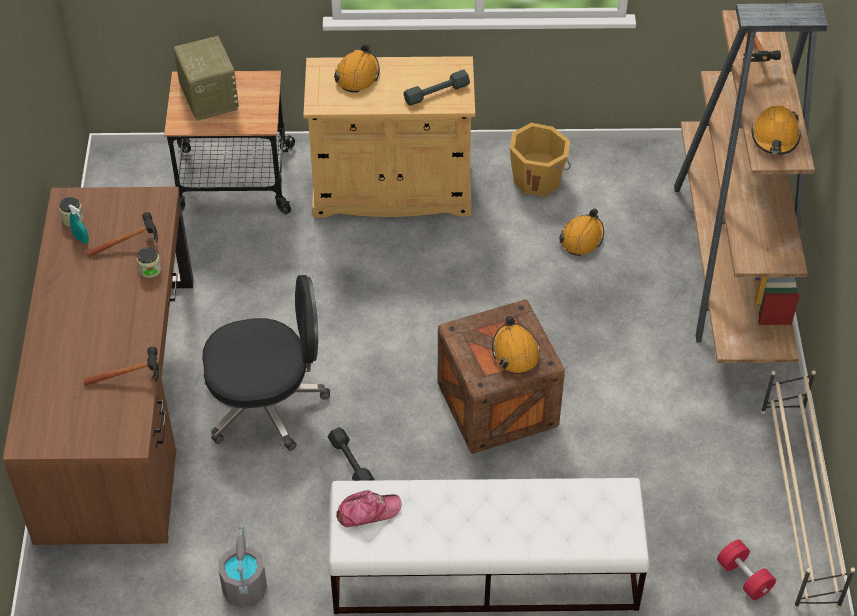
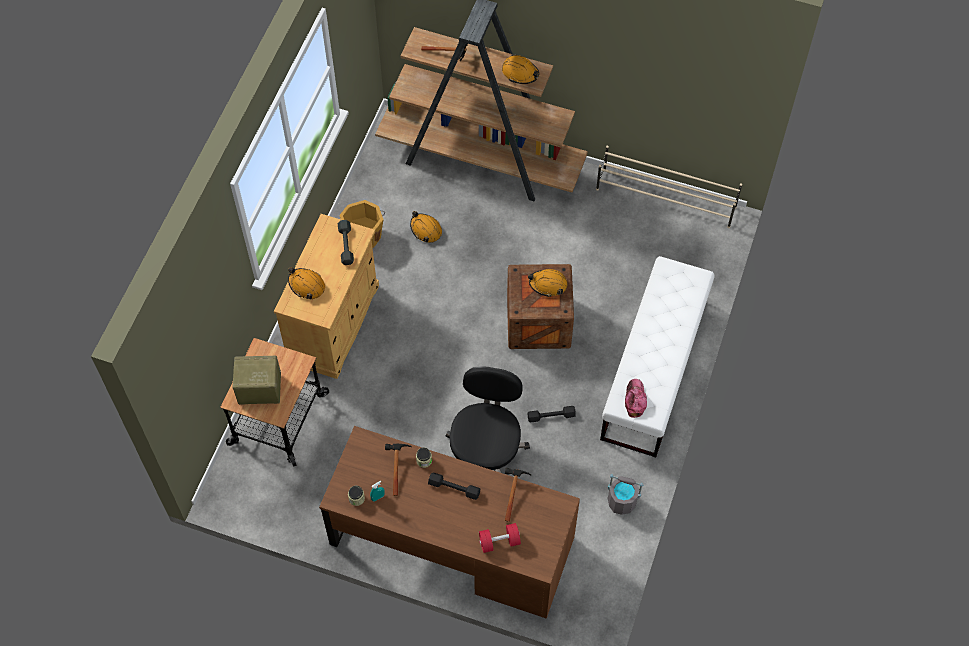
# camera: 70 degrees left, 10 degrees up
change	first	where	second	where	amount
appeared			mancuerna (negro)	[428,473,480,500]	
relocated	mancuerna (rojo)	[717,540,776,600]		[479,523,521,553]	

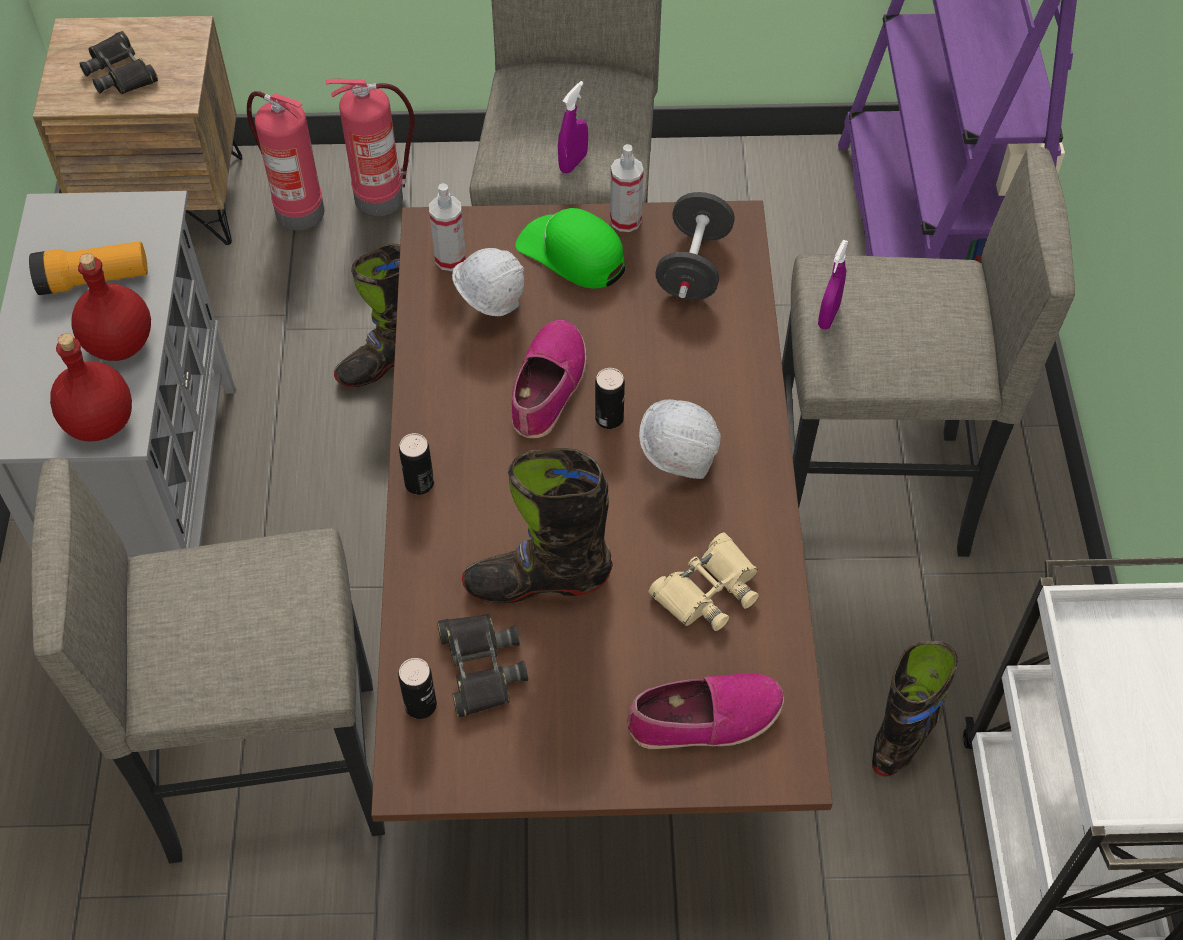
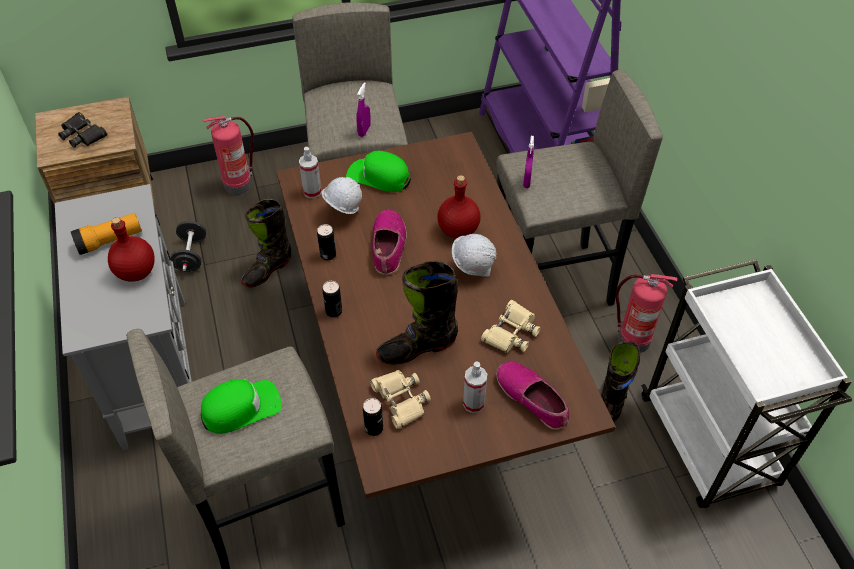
# camera: 15 degrees left, 5 degrees down
change	first	where	second	where	amount
relocated	mancuerna (negro)	[655,192,735,300]		[170,221,206,272]	
appeared			gorra (verde)	[201,379,282,434]	
relocated	lata	[595,368,625,429]		[317,224,336,260]	
colour	prismáticos (negro)	[437,614,528,717]	prismáticos (beis)	[370,370,431,429]	
relocated	botella (rojo)	[50,333,132,441]		[437,175,481,239]	
relocated	pulverizador	[610,144,644,232]		[463,361,488,413]	
spun	zapato	[627,674,784,749]		[496,362,570,430]	105 degrees counterclockwise
relocated	extintor	[247,91,324,230]		[616,274,678,353]	

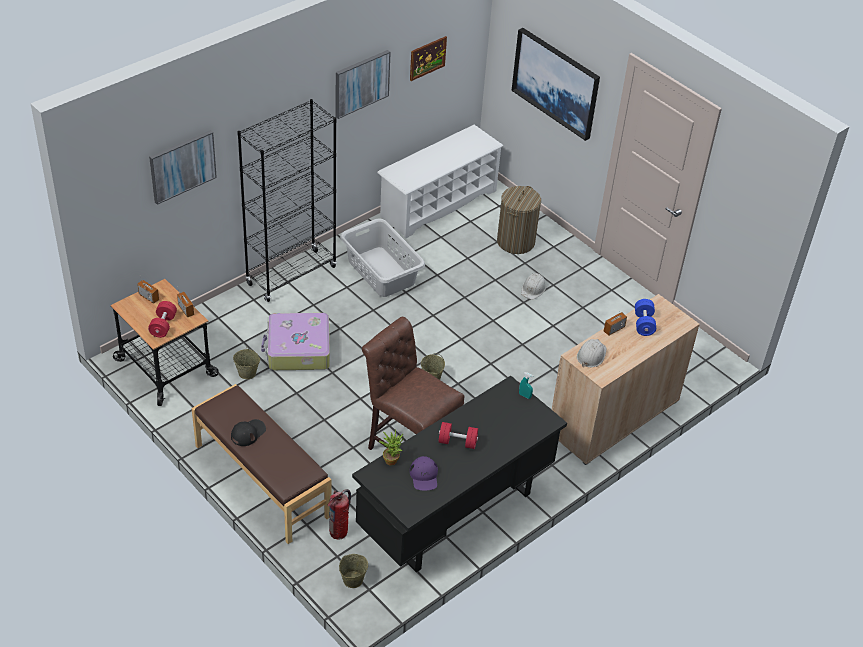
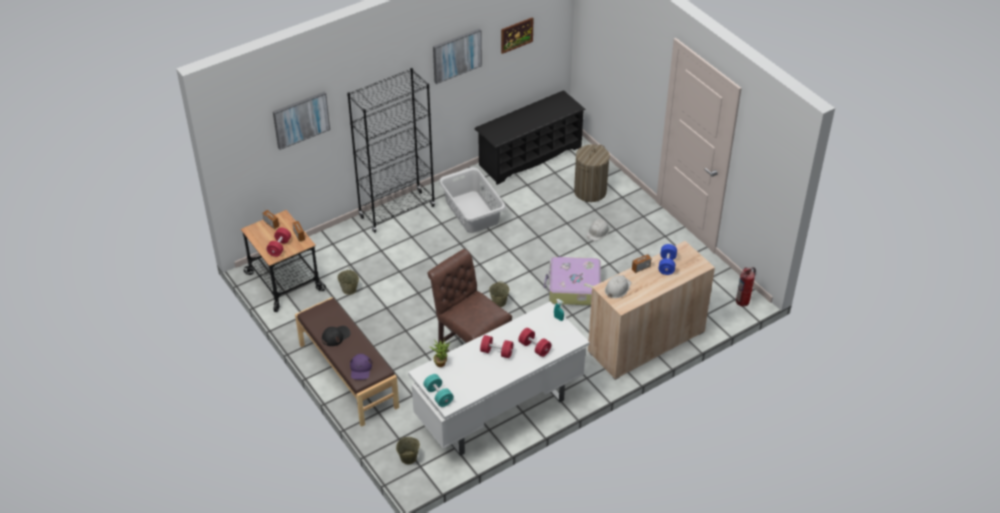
# camera: 10 degrees right, 0 degrees up
change	first	where	second	where	amount
relocated	gorra (morado)	[410,456,438,491]		[350,354,372,380]	
colour	escritorio (negro)	[352,376,567,572]	escritorio (blanco)	[408,302,589,456]	
appeared			mancuerna (turquesa)	[423,374,454,407]	
colour	zapatero (blanco)	[377,125,504,239]	zapatero (negro)	[475,90,586,185]	
appeared			mancuerna (rojo)	[518,328,552,357]	
relocated	maleta	[261,313,330,370]		[544,257,601,305]	
relocated	extintor	[327,489,351,540]		[736,267,756,306]	
missing	cuadro	[511,28,600,141]			

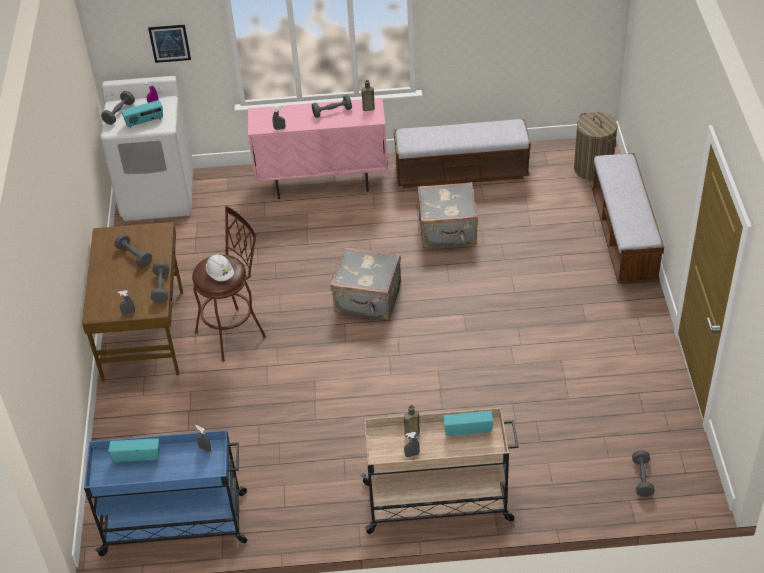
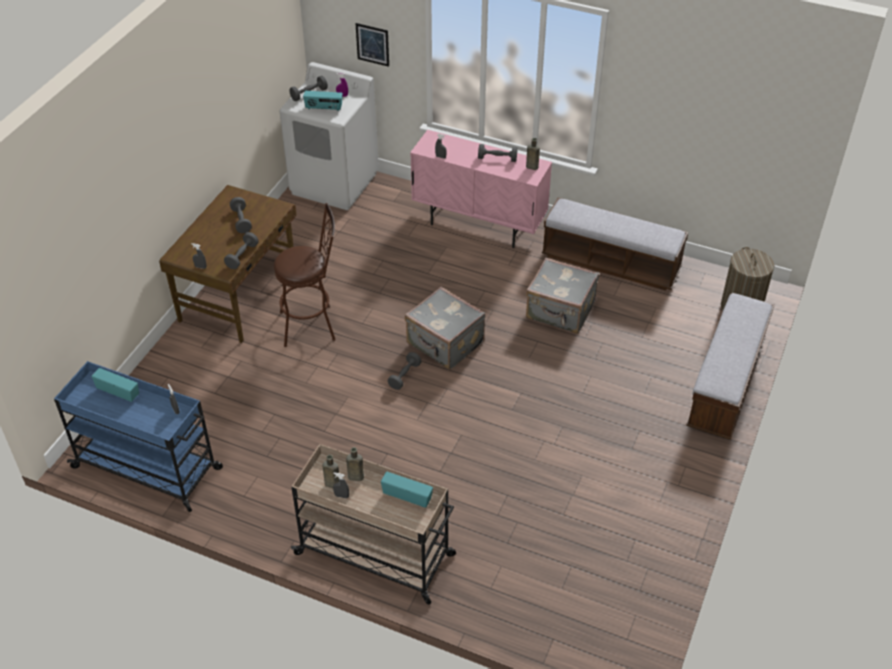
# camera: 25 degrees right, 0 degrees up
change	first	where	second	where	amount
appeared			botella (marrón)	[322,455,339,488]	
relocated	mancuerna (gris)	[632,450,654,497]		[388,352,422,390]	
missing	casco (blanco)	[206,254,234,282]			

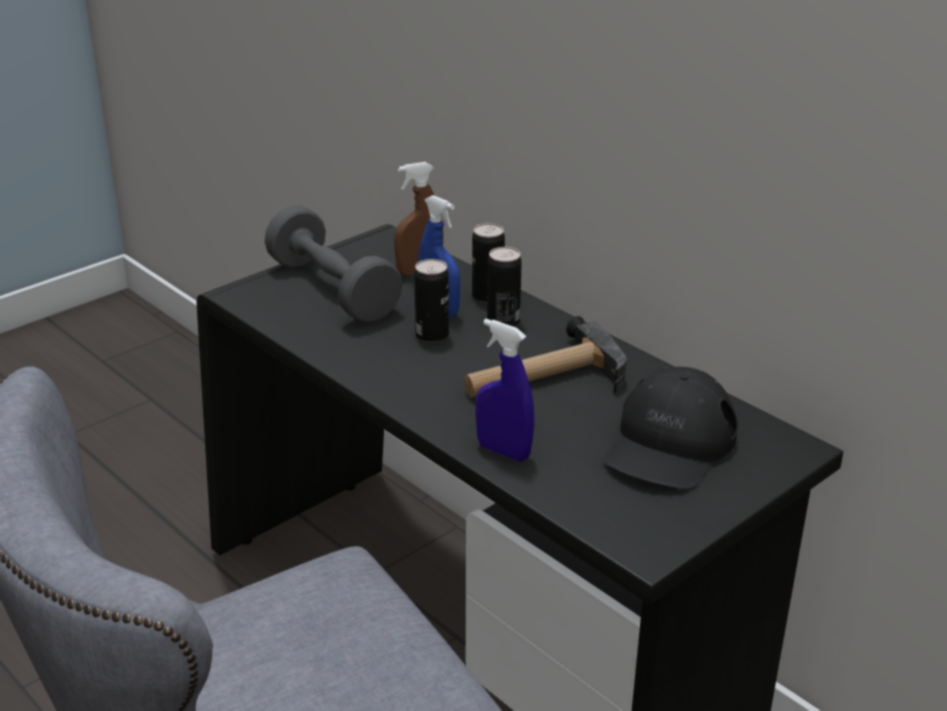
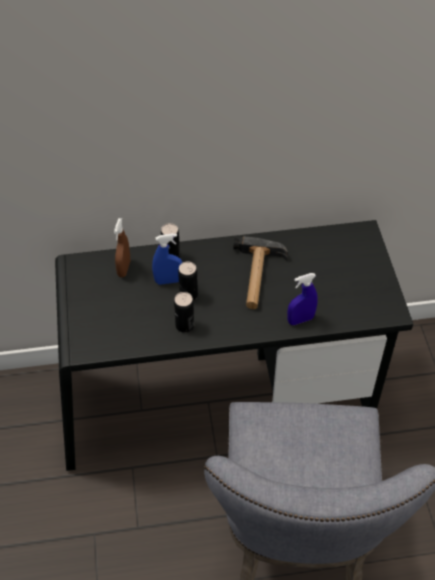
# camera: 55 degrees left, 20 degrees up
change	first	where	second	where	amount
relocated	lata	[487,247,522,327]		[174,292,194,333]	
missing	mancuerna (gris)	[265,205,402,323]			
missing	gorra (negro)	[604,367,738,489]			

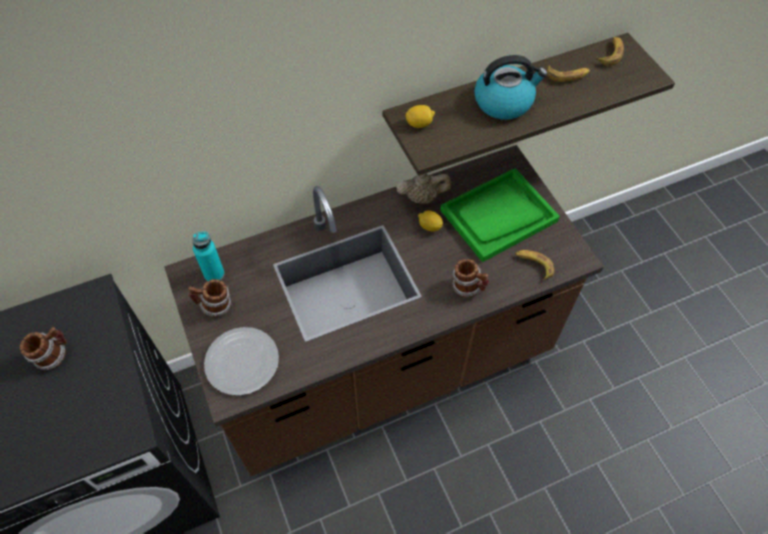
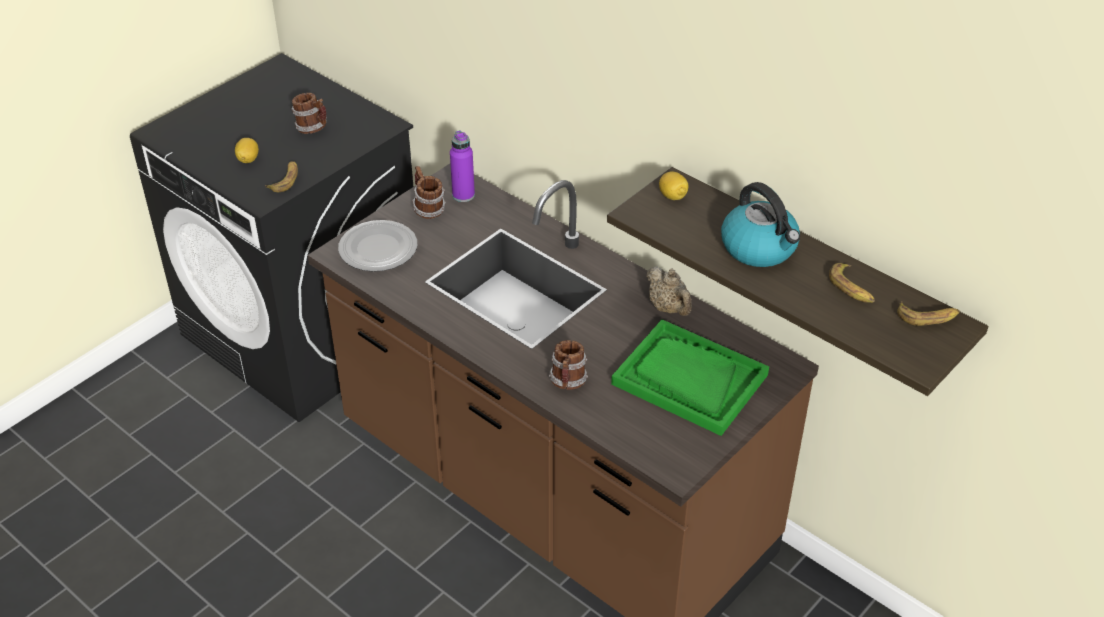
# camera: 65 degrees right, 15 degrees down
change	first	where	second	where	amount
relocated	limón	[418,210,443,232]		[235,138,259,163]	
relocated	plátano	[515,250,555,281]		[265,161,298,192]	
colour	botella (turquesa)	[192,232,225,281]	botella (morado)	[450,130,475,202]	

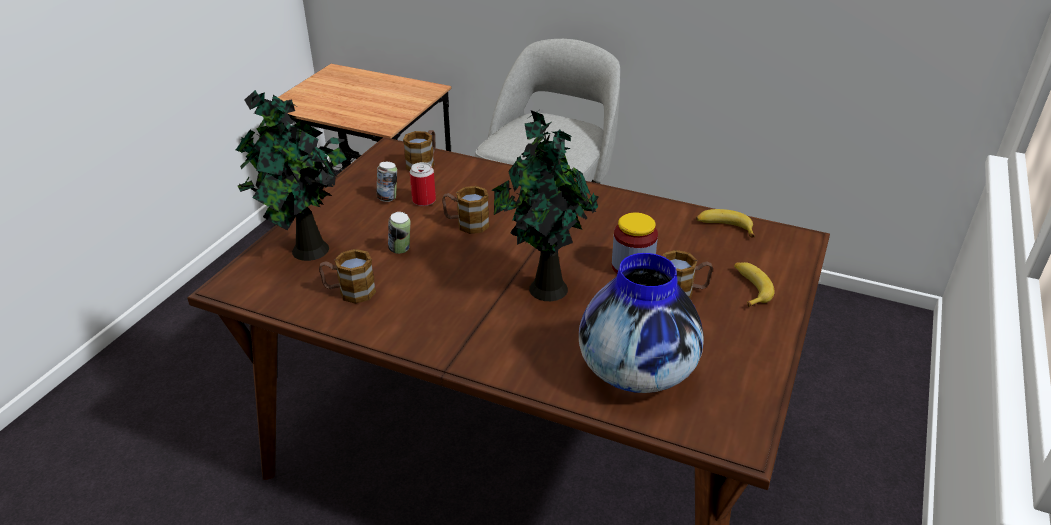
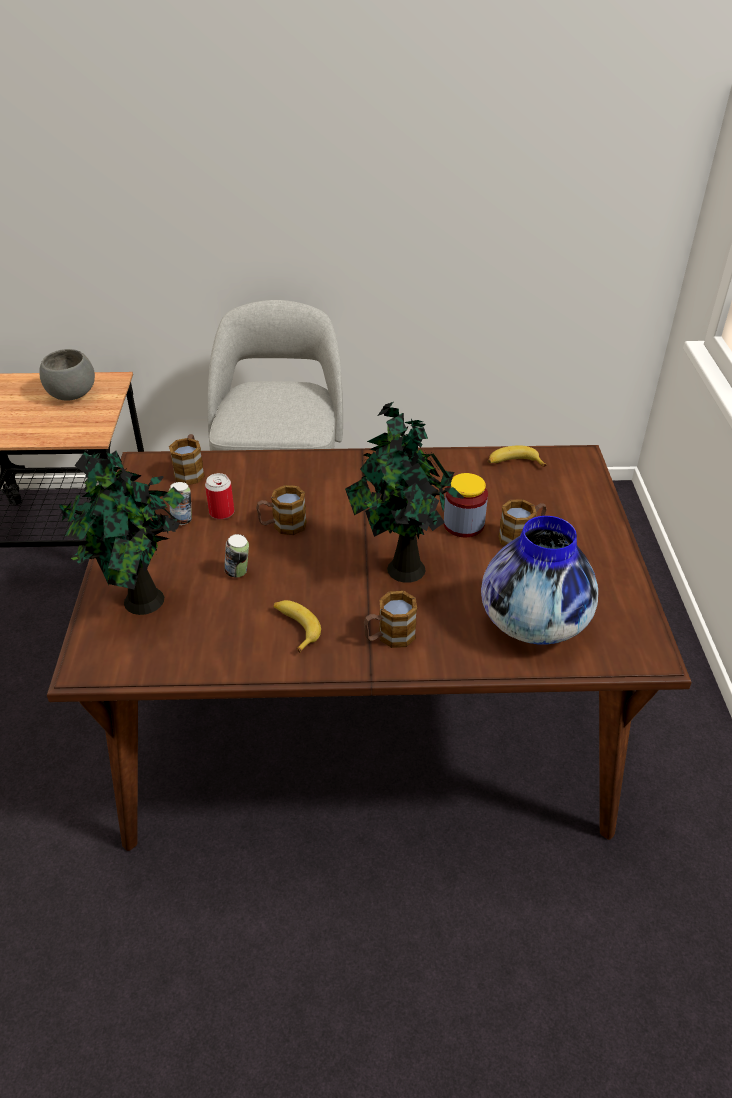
# camera: 25 degrees left, 5 degrees up
change	first	where	second	where	amount
appeared			cuenco (gris)	[39,349,95,401]	
relocated	plátano	[734,262,775,307]		[274,600,321,653]	
relocated	taza grande	[319,249,376,304]		[364,591,417,648]	

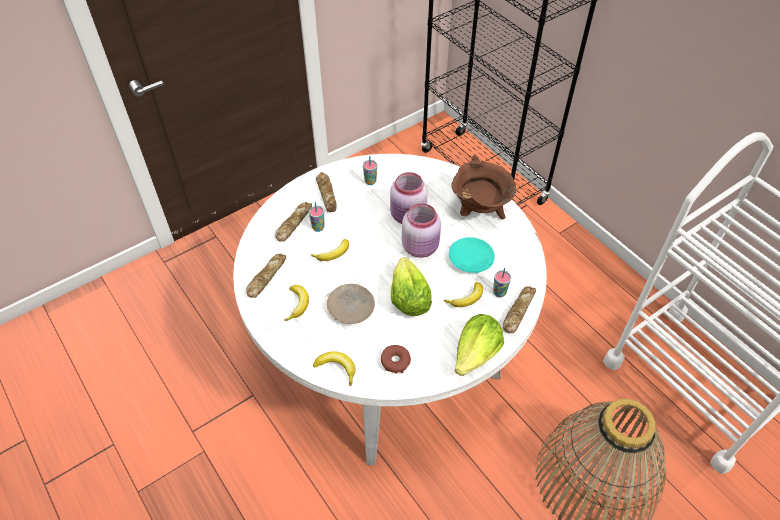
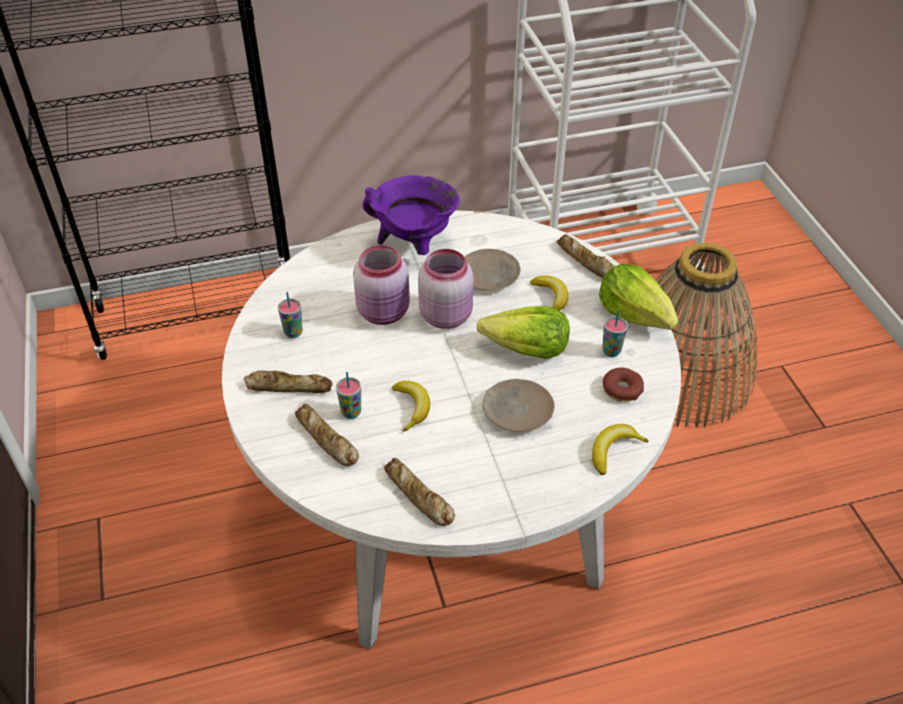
# camera: 70 degrees left, 5 degrees down
change	first	where	second	where	amount
colour	olla (marrón)	[451,155,516,219]	olla (morado)	[363,175,460,255]	
colour	plato (turquesa)	[449,237,495,273]	plato (beis)	[464,249,520,291]	
relocated	taza	[493,268,511,297]		[602,310,628,357]	
missing	plátano	[285,285,309,321]			

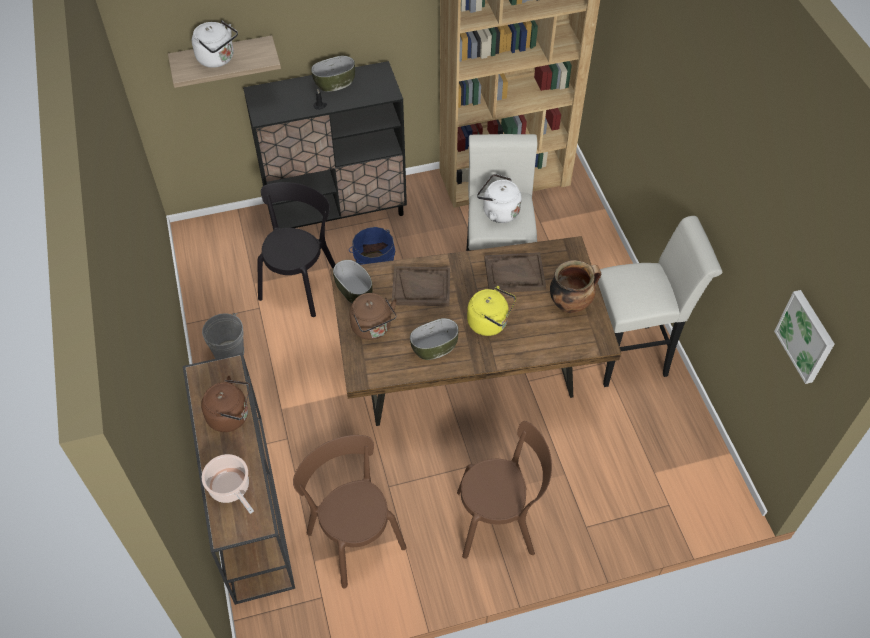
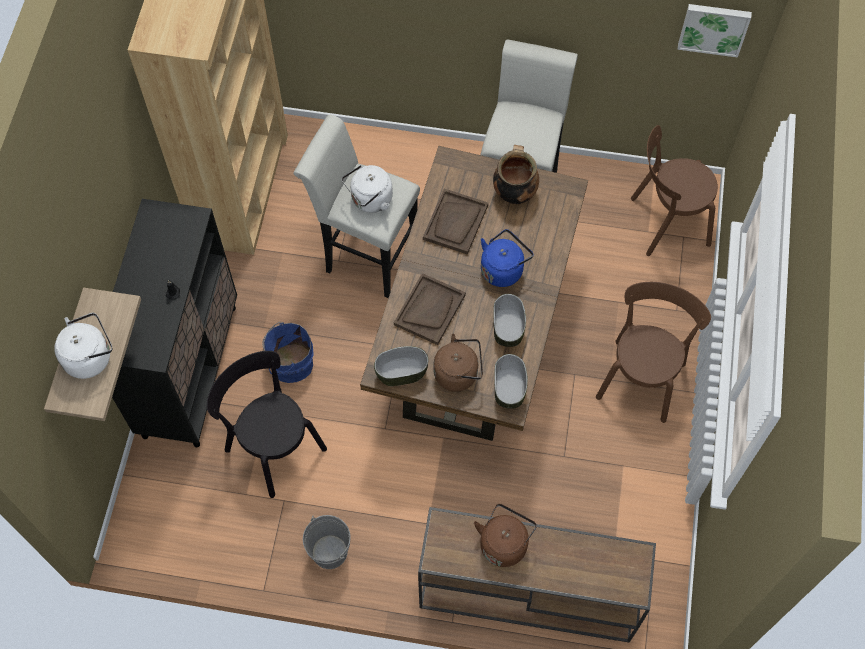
# camera: 65 degrees left, 10 degrees up
change	first	where	second	where	amount
colour	hervidor (amarillo)	[467,286,516,336]	hervidor (azul)	[481,229,534,287]	
relocated	cuenco	[311,56,355,92]		[494,354,528,409]	
relocated	silla (marrón)	[293,435,406,588]		[631,125,718,256]	
missing	olla	[202,454,254,514]			

